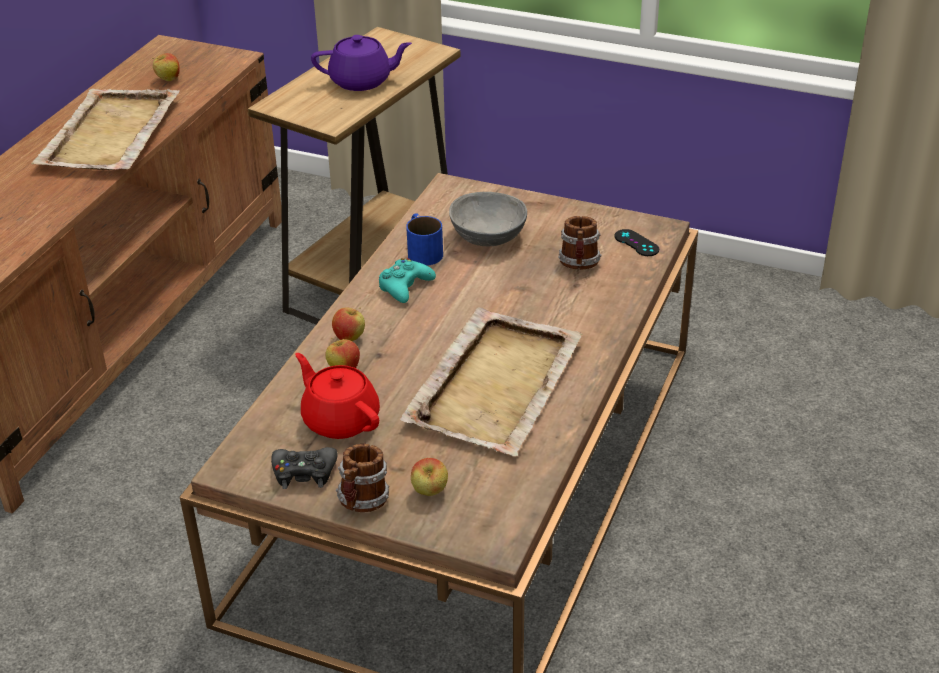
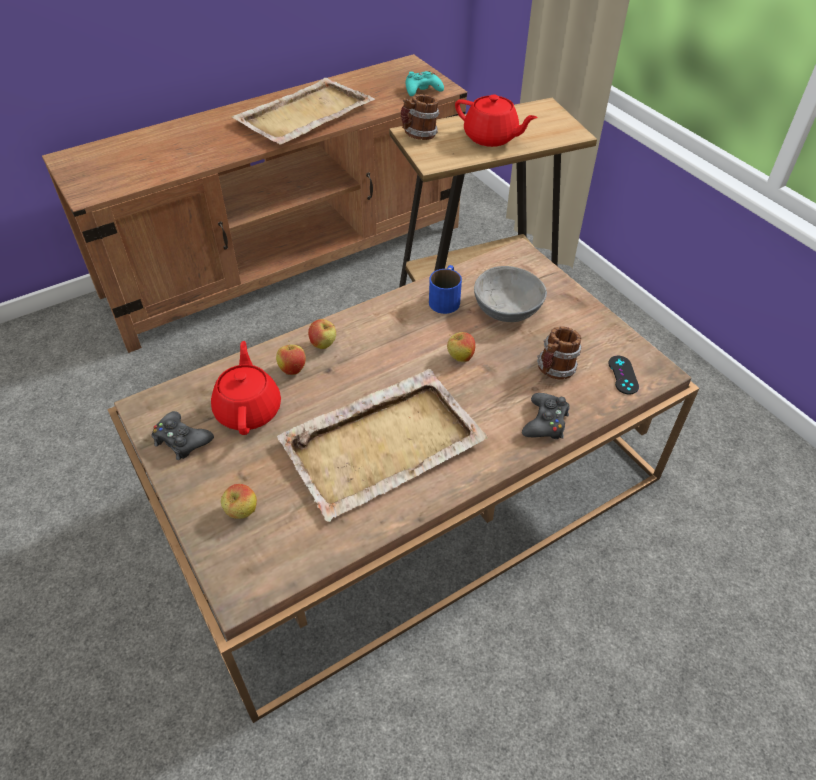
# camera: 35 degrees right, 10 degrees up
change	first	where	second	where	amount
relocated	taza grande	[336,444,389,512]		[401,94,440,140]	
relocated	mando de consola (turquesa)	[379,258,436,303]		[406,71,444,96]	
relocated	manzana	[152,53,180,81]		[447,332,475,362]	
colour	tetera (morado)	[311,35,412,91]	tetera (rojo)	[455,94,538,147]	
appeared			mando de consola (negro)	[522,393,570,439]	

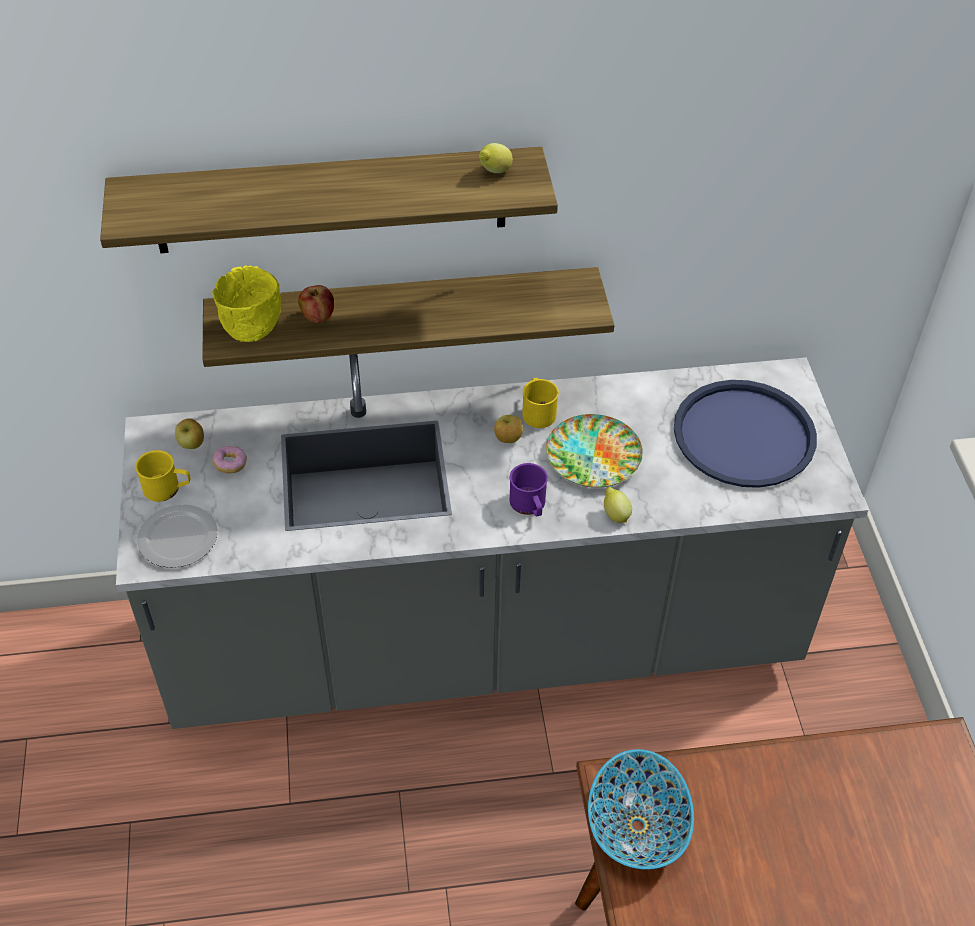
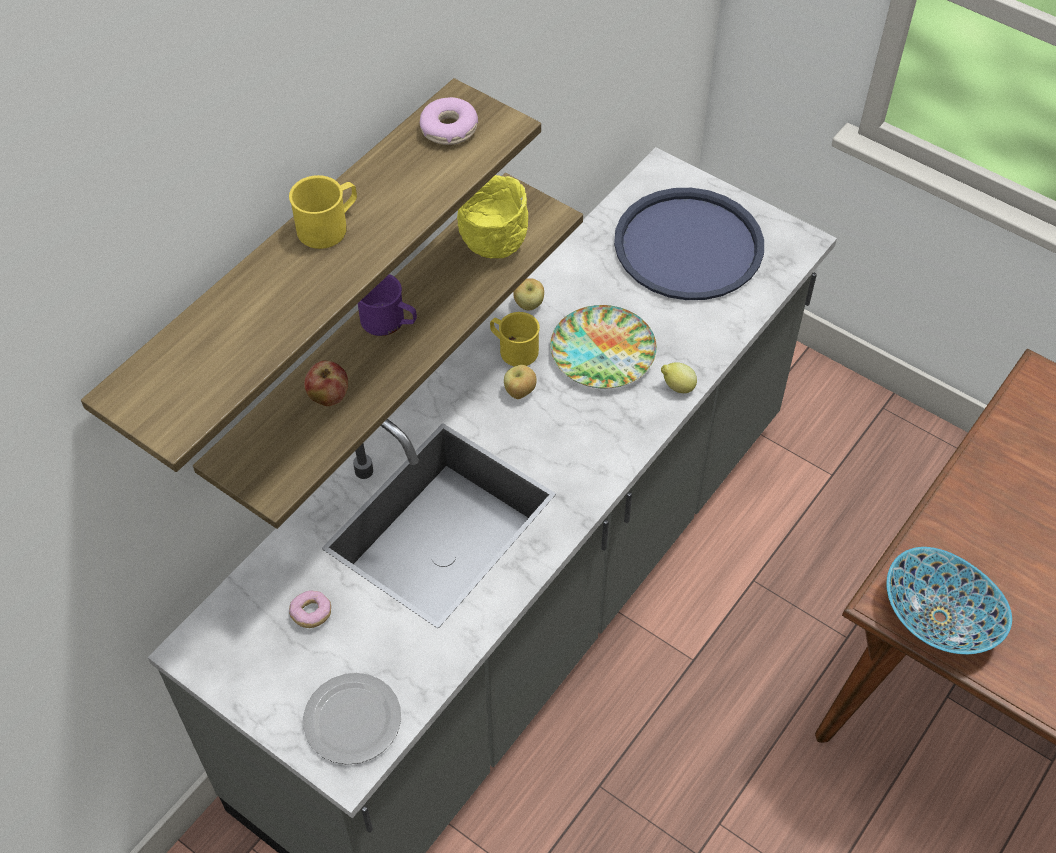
# camera: 45 degrees left, 5 degrees up
change	first	where	second	where	amount
relocated	taza grande (amarillo)	[135,450,191,502]		[289,175,357,249]	
relocated	taza grande (morado)	[510,463,548,517]		[358,274,417,336]	
exchanged	limón	[479,143,513,173]	rosquilla	[420,97,478,145]	
relocated	cuenco (amarillo)	[212,265,281,342]		[457,175,528,258]	
relocated	manzana	[175,418,204,449]		[513,278,544,311]	

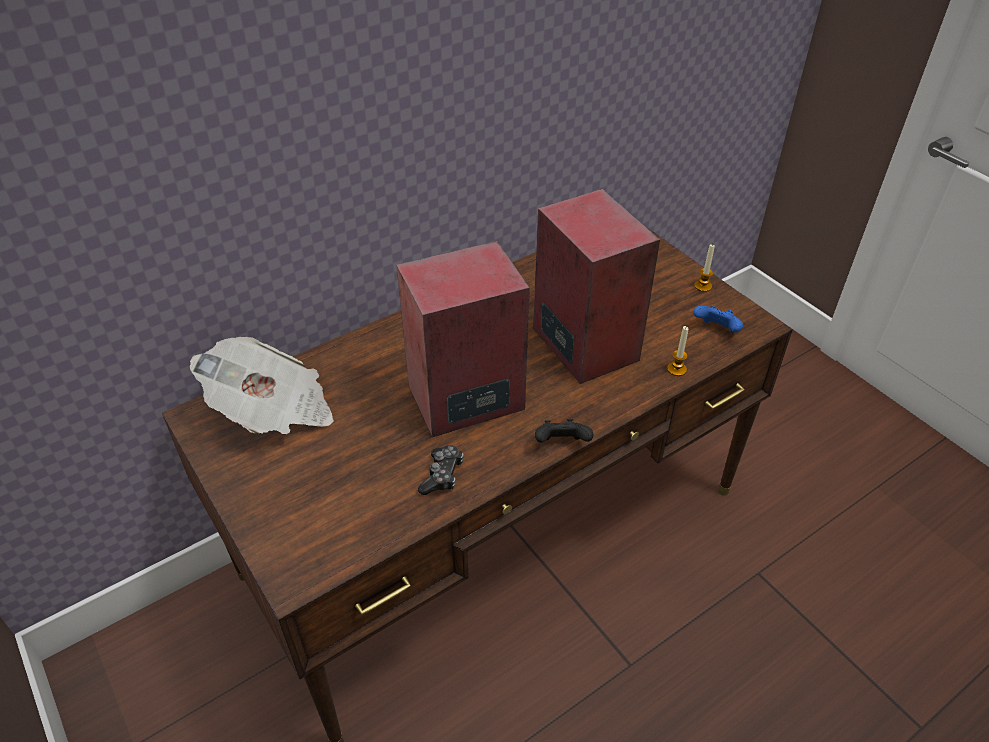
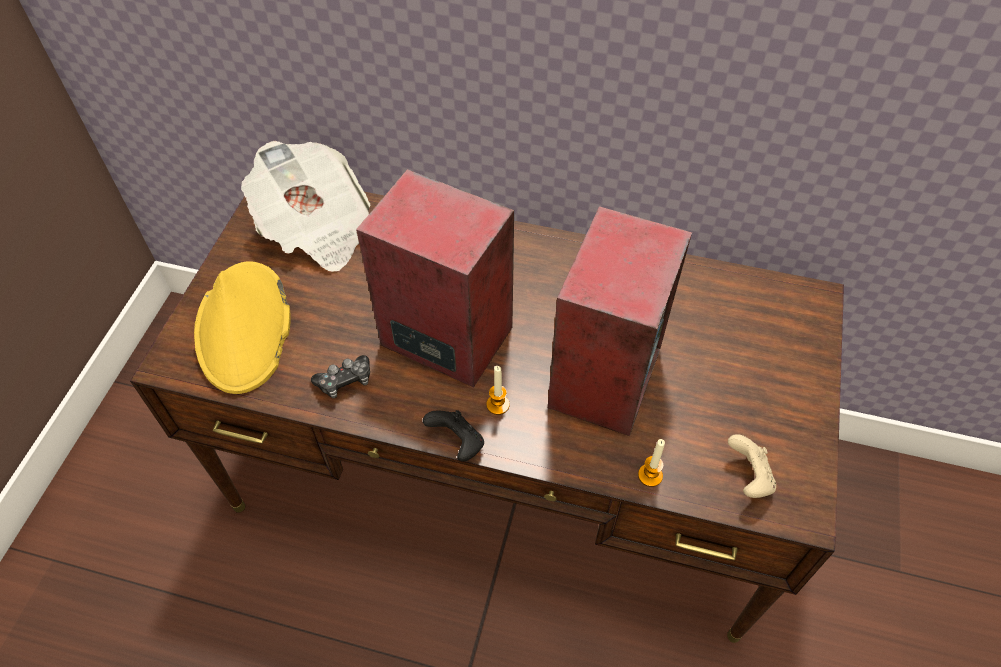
# camera: 50 degrees right, 10 degrees up
change	first	where	second	where	amount
appeared			sombrero (amarillo)	[194,261,291,394]	
relocated	vela	[694,244,715,292]		[486,366,510,415]	
colour	mando de consola (azul)	[693,305,743,332]	mando de consola (beis)	[728,434,776,498]	

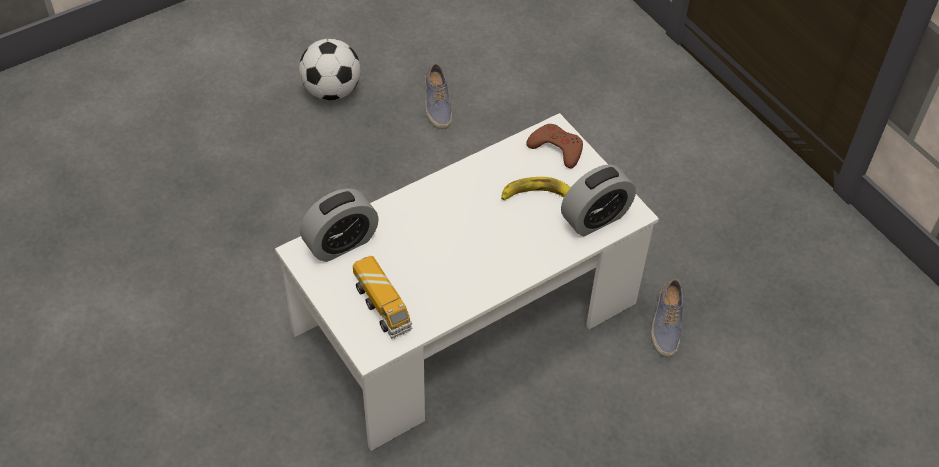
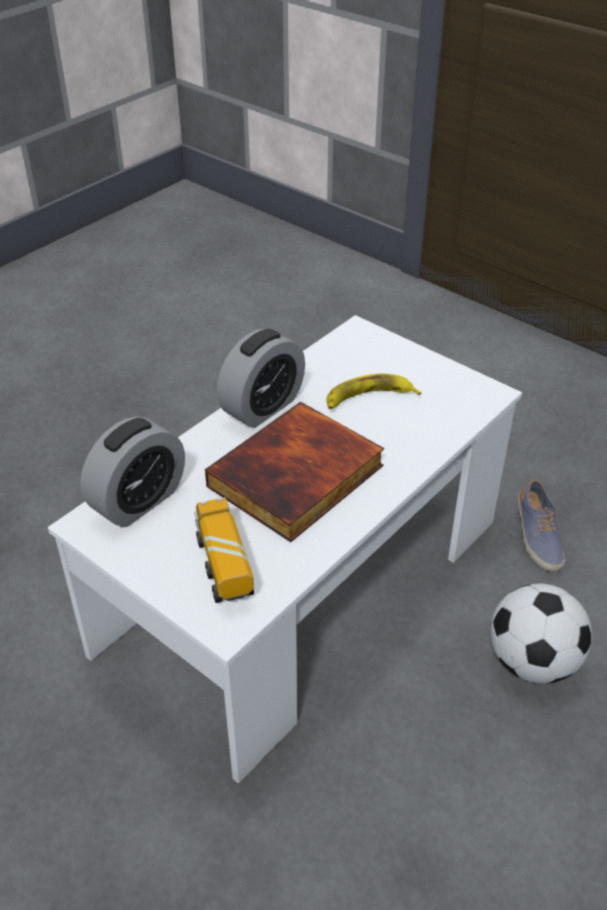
# camera: 15 degrees left, 10 degrees down
change	first	where	second	where	amount
spun	camión de juguete	[353,256,412,338]		[194,497,254,603]	150 degrees counterclockwise
appeared			libro	[205,402,384,542]	
relocated	despertador	[561,164,636,236]		[217,329,305,428]	
relocated	balón de fútbol	[299,39,361,100]		[490,583,592,684]	
missing	zapato	[425,63,452,129]			
missing	mando de consola (marrón)	[526,124,583,169]			

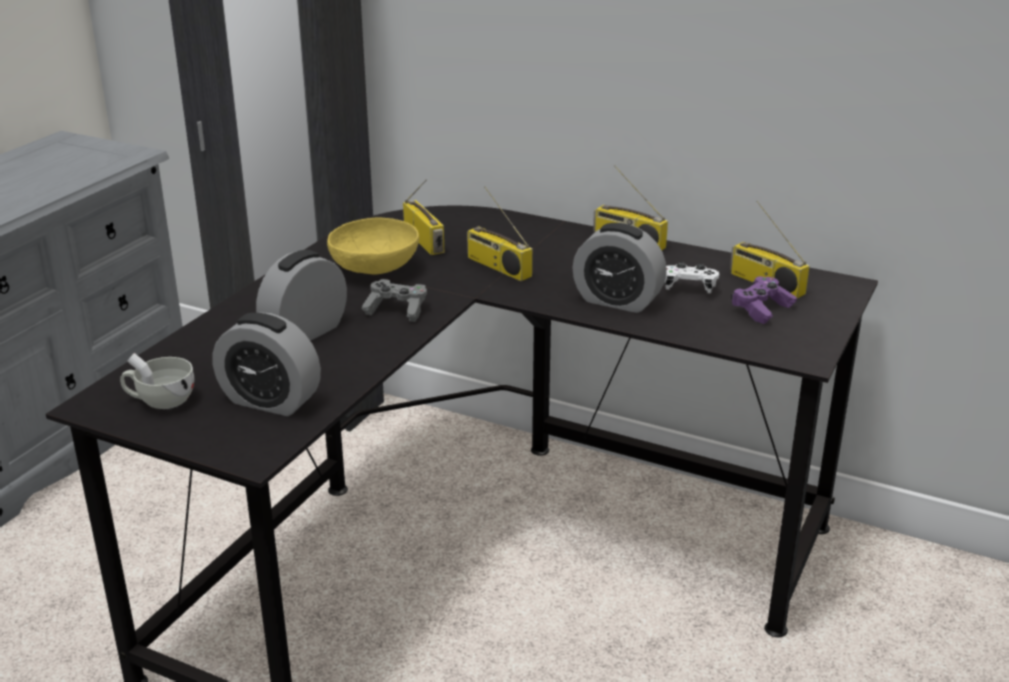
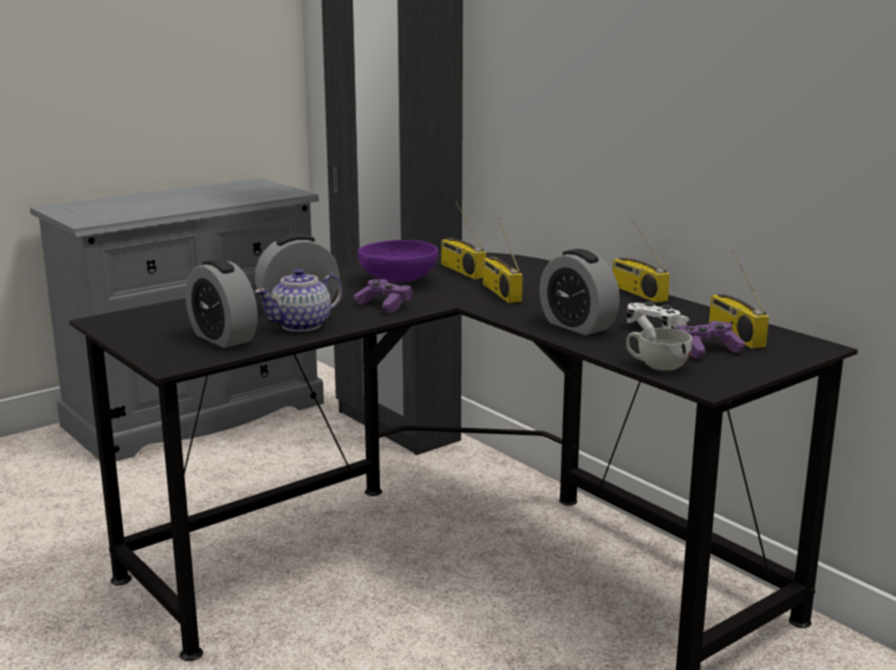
# camera: 25 degrees right, 10 degrees down
change	first	where	second	where	amount
appeared			tetera	[255,268,343,332]	
colour	mando de consola (gris)	[361,279,427,322]	mando de consola (morado)	[353,279,413,313]	
colour	cuenco (amarillo)	[327,217,419,275]	cuenco (morado)	[358,240,438,282]	
spun	radio	[403,179,444,255]		[442,202,486,279]	150 degrees clockwise
relocated	taza (blanco)	[120,353,194,409]		[626,315,692,371]	

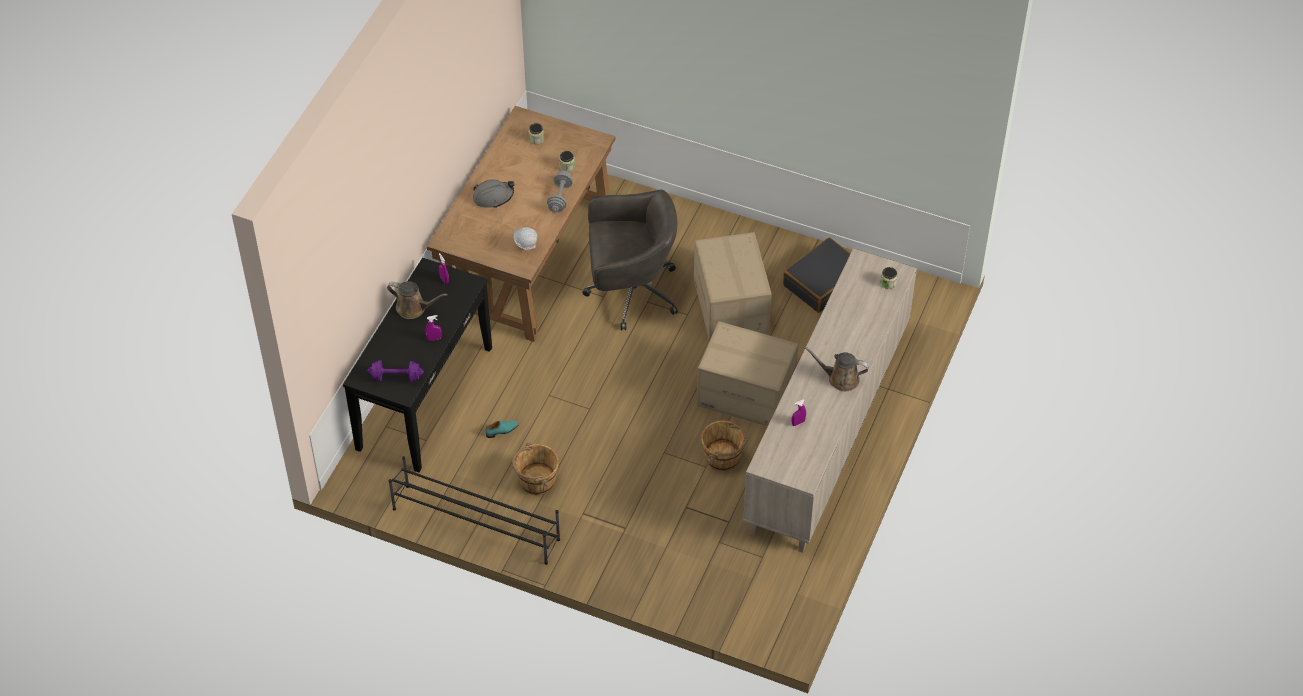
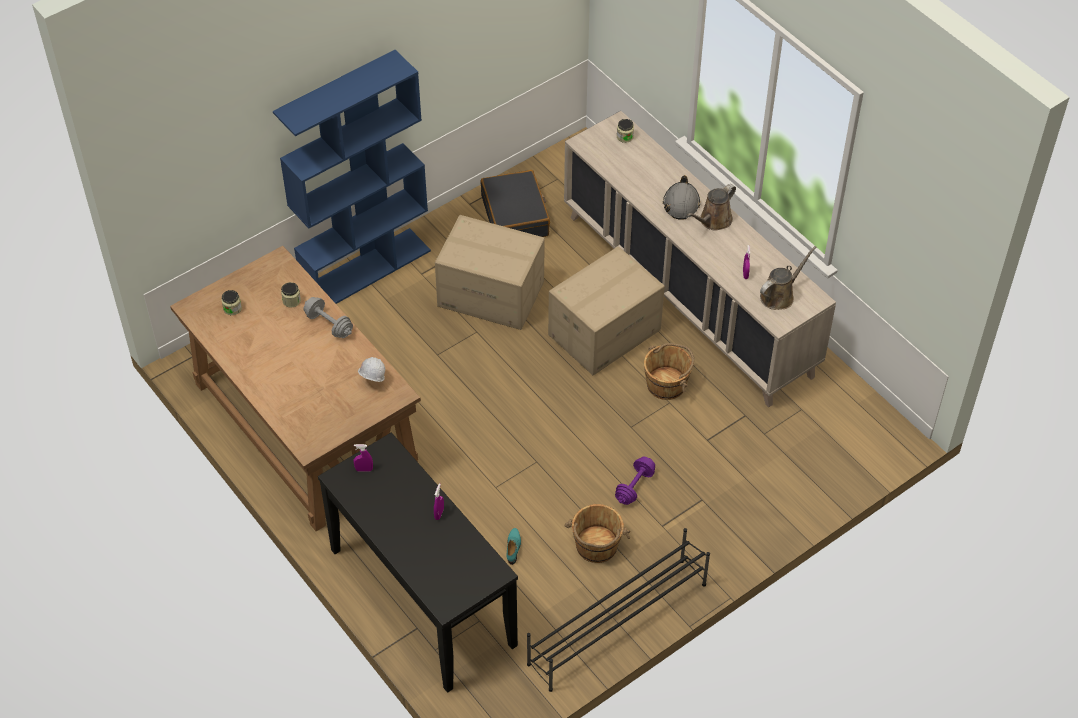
# camera: 60 degrees left, 0 degrees up
change	first	where	second	where	amount
appeared			estantería (azul)	[273,50,431,304]	
relocated	mancuerna (morado)	[368,360,424,382]		[615,457,655,505]	
relocated	casco (gris)	[473,180,514,208]		[663,175,700,220]	
relocated	regadera (marrón)	[387,281,448,319]		[760,246,817,310]	
missing	silla de oficina (gris)	[582,190,678,330]			

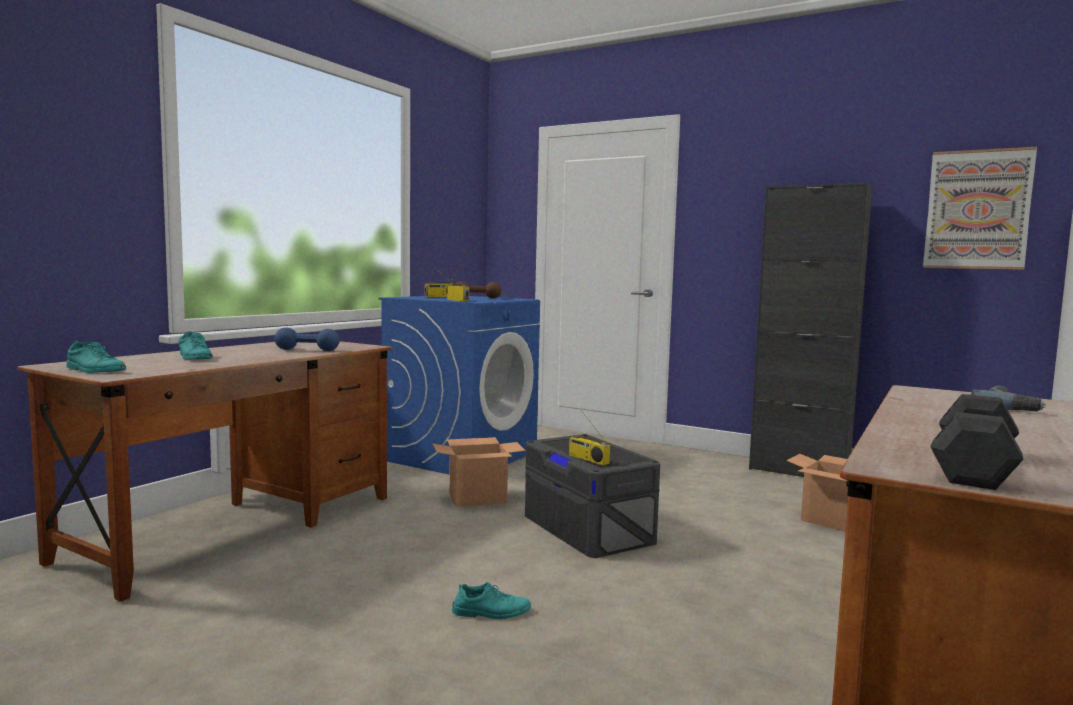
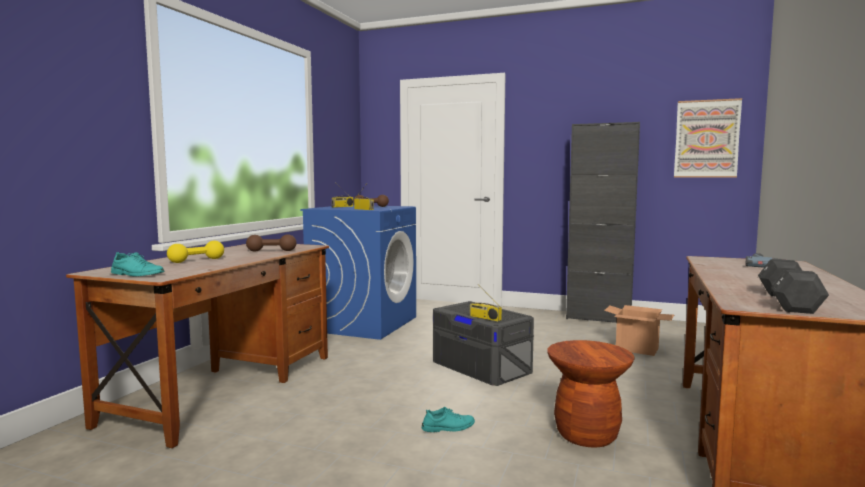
# camera: 10 degrees left, 0 degrees up
change	first	where	second	where	amount
exchanged	zapato (turquesa)	[178,331,213,359]	mancuerna (amarillo)	[167,241,224,263]	
colour	mancuerna (azul)	[274,327,340,351]	mancuerna (marrón)	[246,234,297,251]	
appeared			taburete (marrón)	[547,340,635,448]	
missing	caja de cartón	[432,437,526,507]			

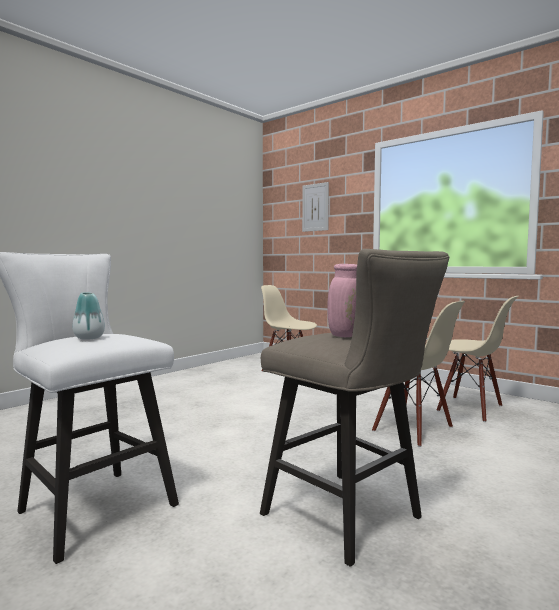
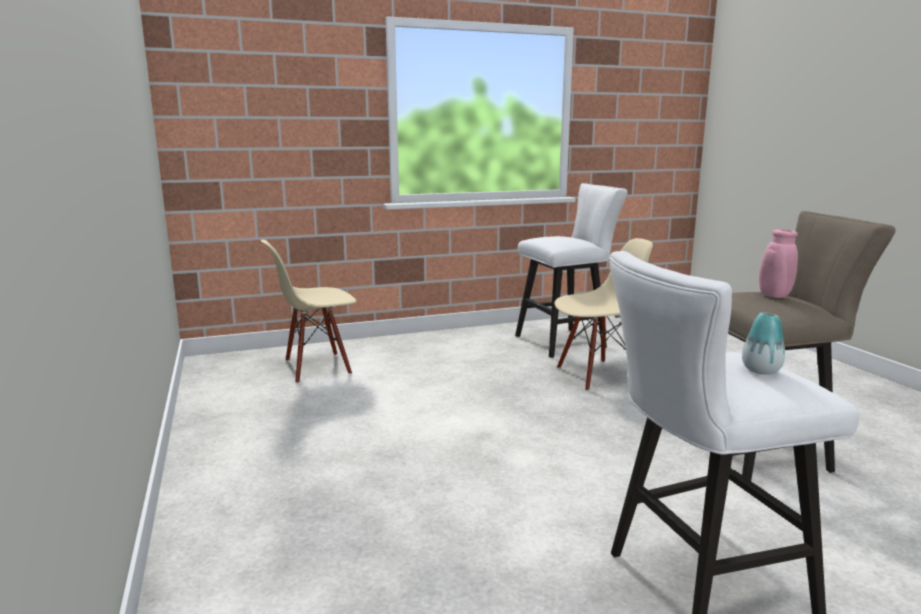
# camera: 60 degrees left, 10 degrees up
change	first	where	second	where	amount
exchanged	silla (beis)	[437,296,519,422]	taburete (blanco)	[515,183,628,358]	
missing	cuadro	[302,182,329,232]			

